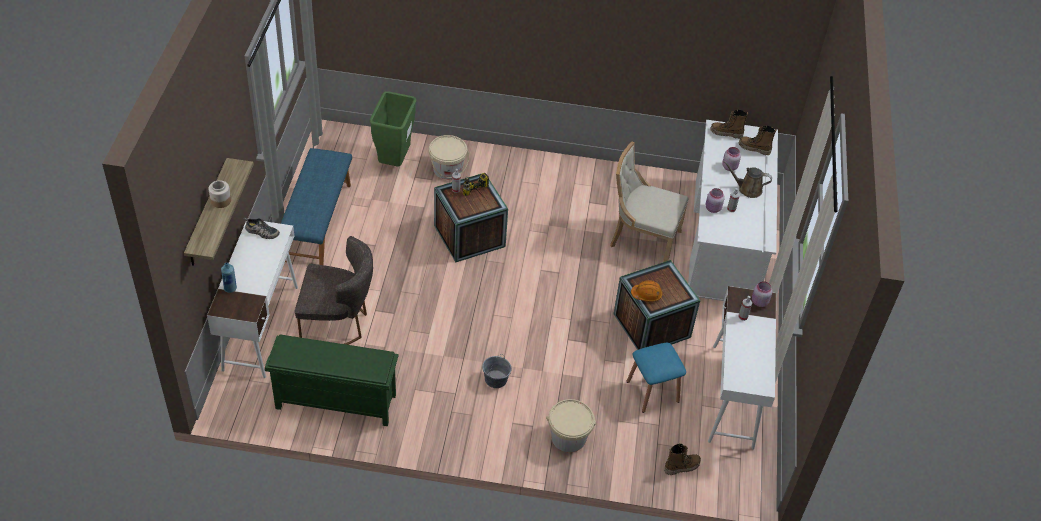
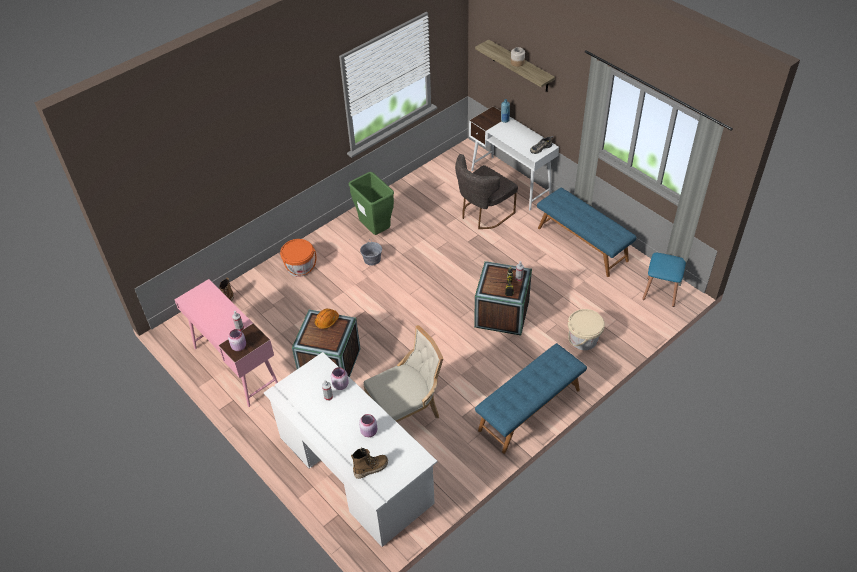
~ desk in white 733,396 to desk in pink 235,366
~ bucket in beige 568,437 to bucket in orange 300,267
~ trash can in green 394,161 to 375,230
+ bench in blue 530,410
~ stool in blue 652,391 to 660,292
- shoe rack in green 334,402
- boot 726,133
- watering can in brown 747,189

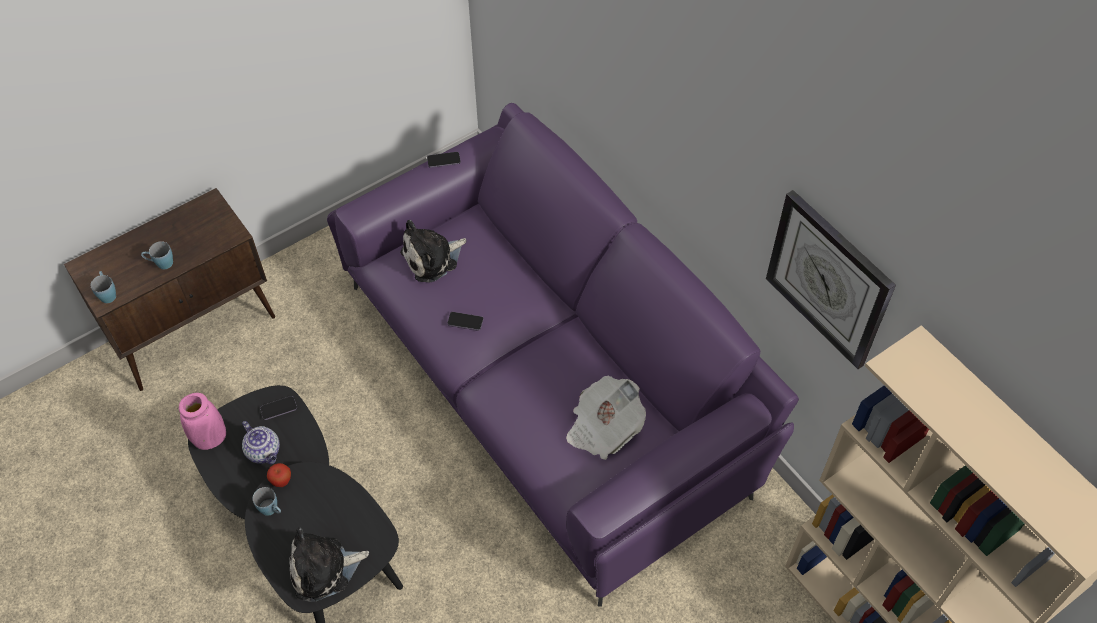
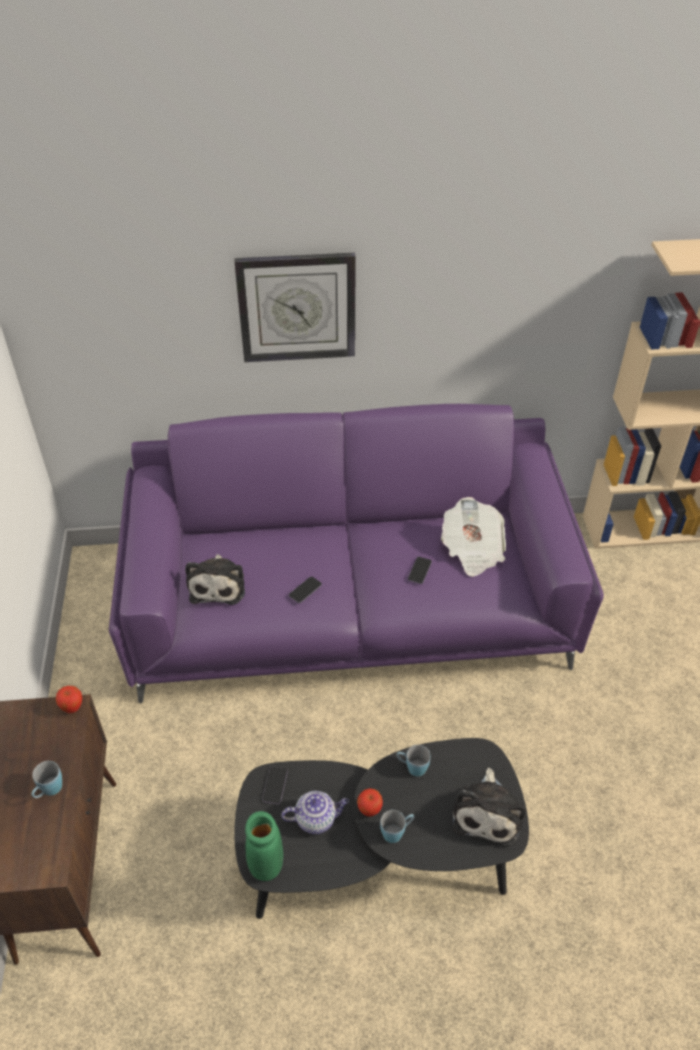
+ apple 72,708
~ wall clock 829,279 to 297,307
~ vase in pink 210,438 to vase in green 266,864
~ mug in blue 107,293 to 412,767
~ phone 443,160 to 419,571

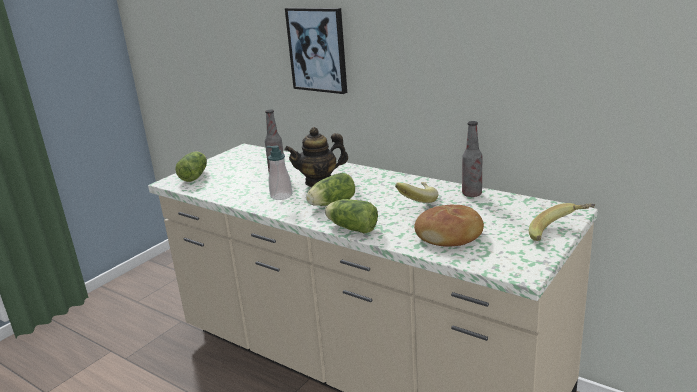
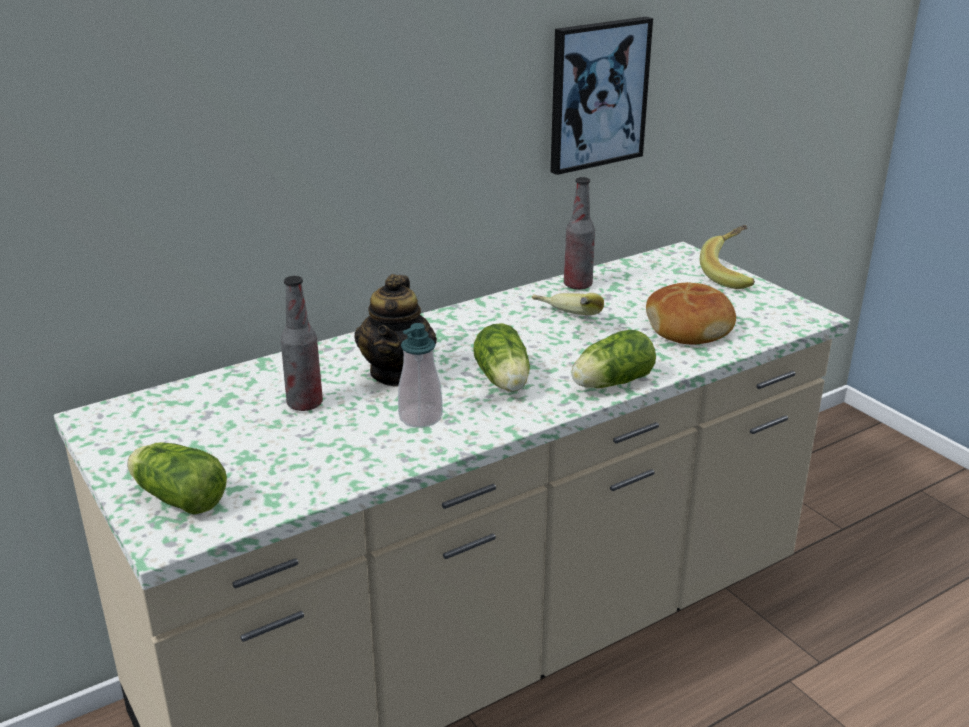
~ picture 318,49 to 597,94

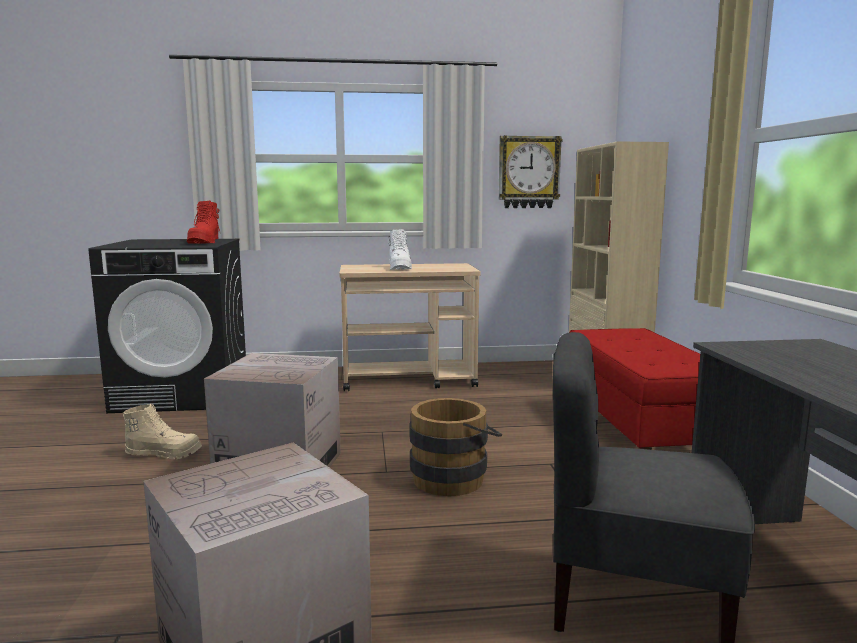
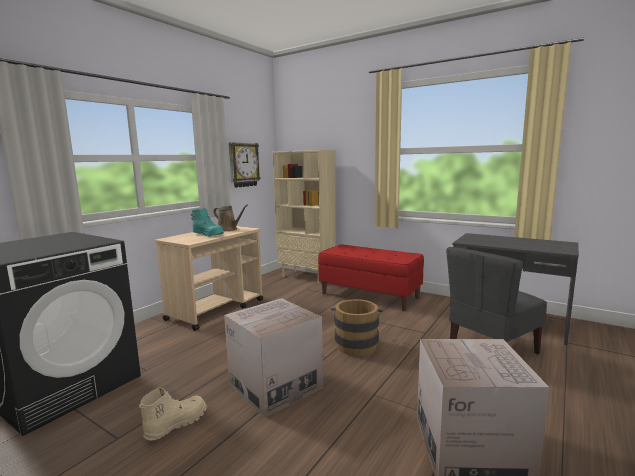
~ boot in white 400,268 to boot in turquoise 208,234
+ watering can in brown 228,229
- boot in red 205,242

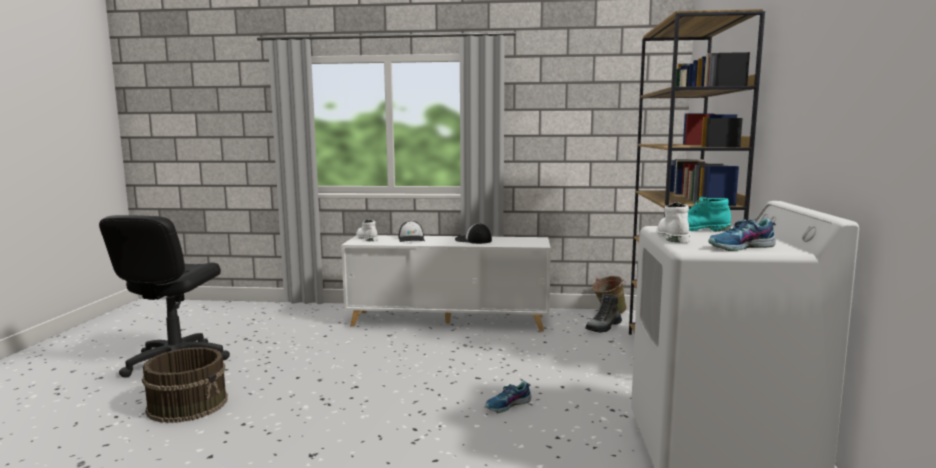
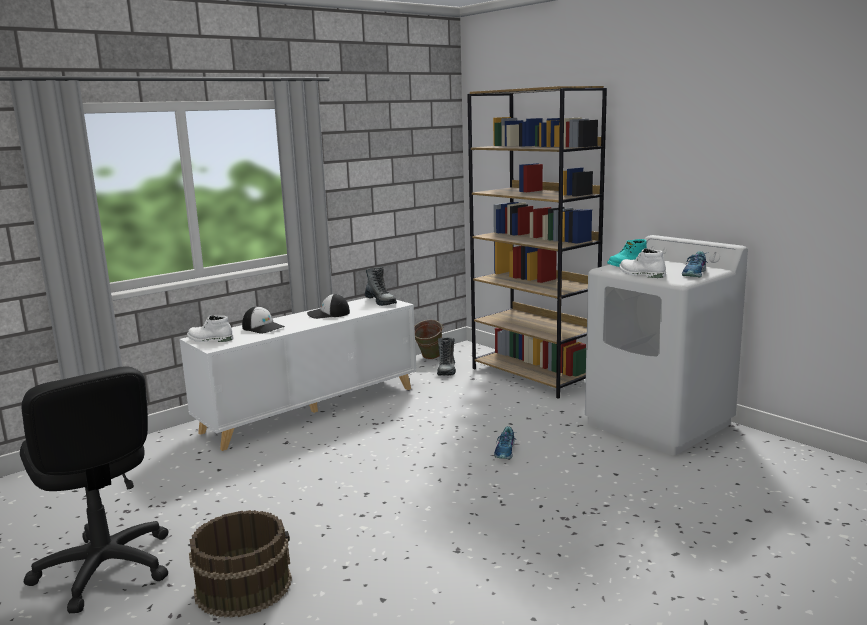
+ boot 381,301

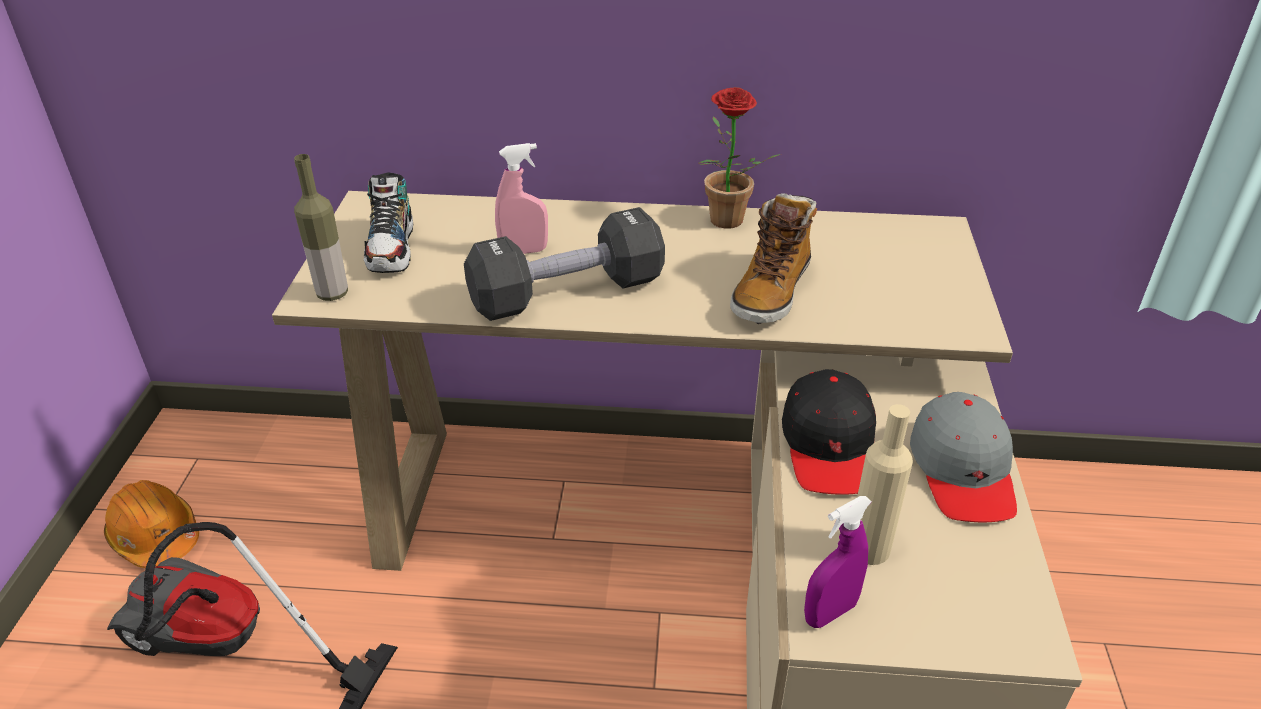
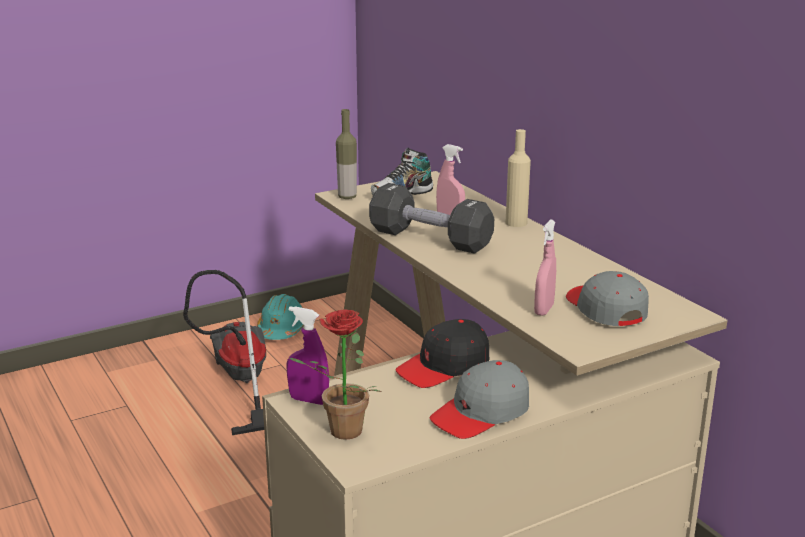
~ hard hat in orange 155,536 to hard hat in turquoise 281,330
~ potted plant 726,224 to 339,433
~ bottle in beige 868,548 to 516,223
+ spray bottle in pink 544,310
+ cap in grey 605,309
- boot 771,292

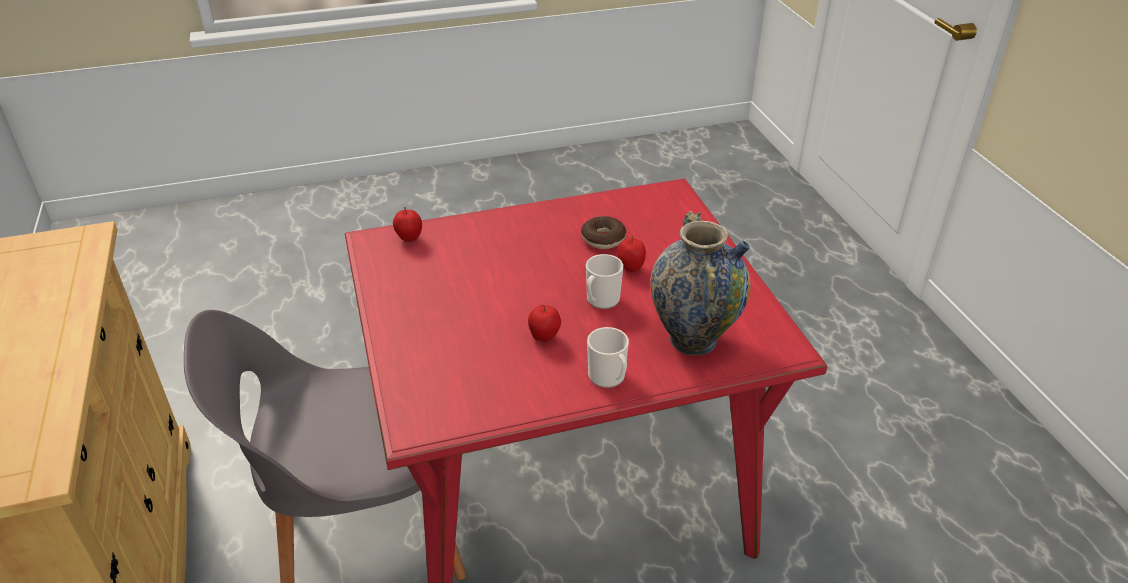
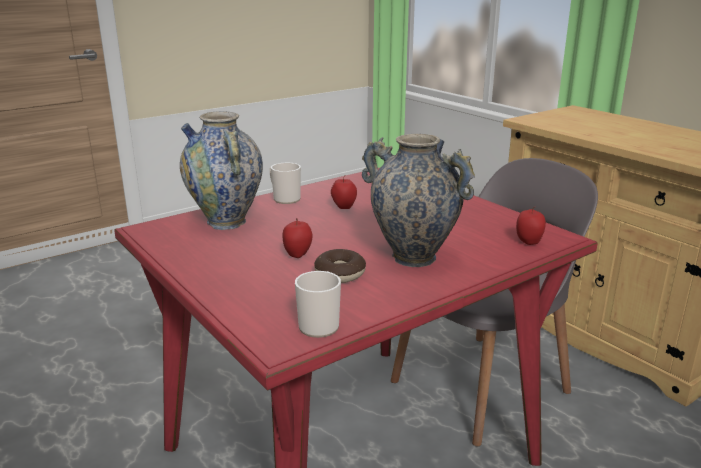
~ mug 600,301 to 320,324
+ vase 413,257

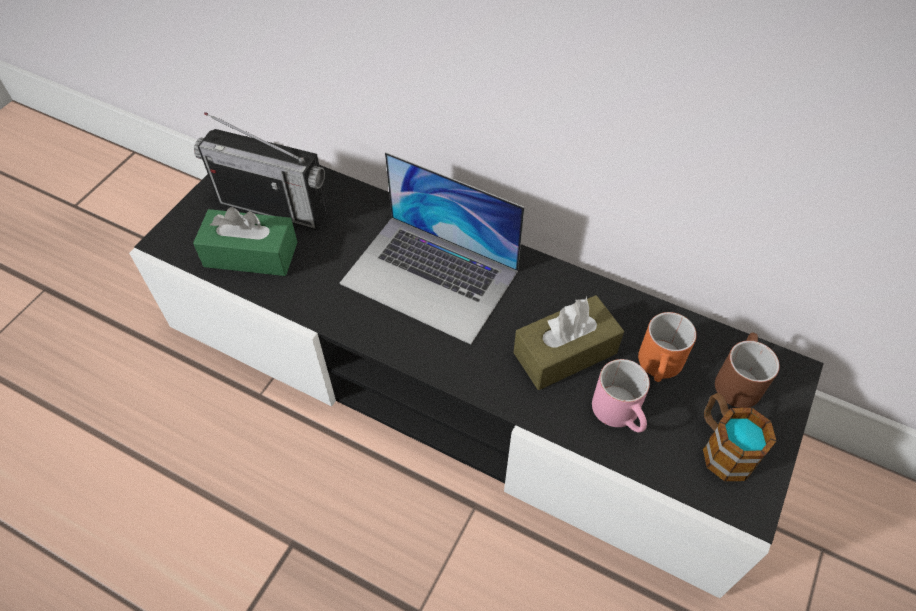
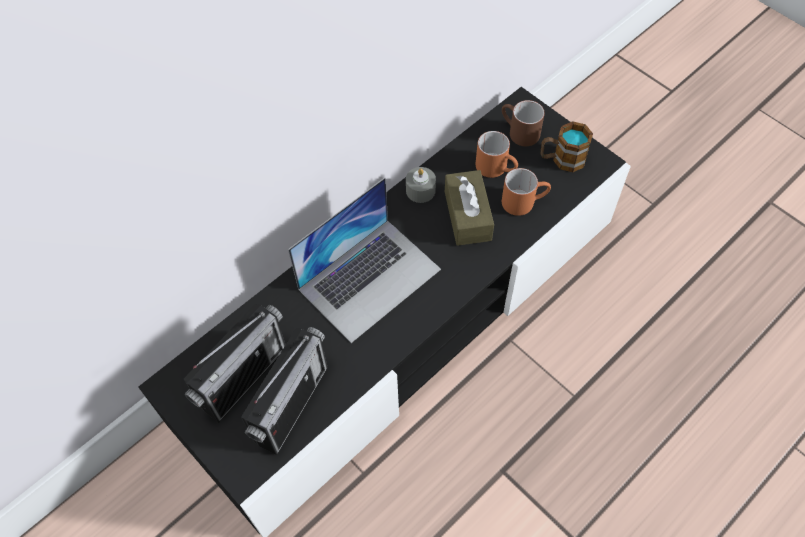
~ tissue box in green 251,254 to radio 291,405
+ candle in grey 420,190
~ mug in pink 621,414 to mug in orange 524,201

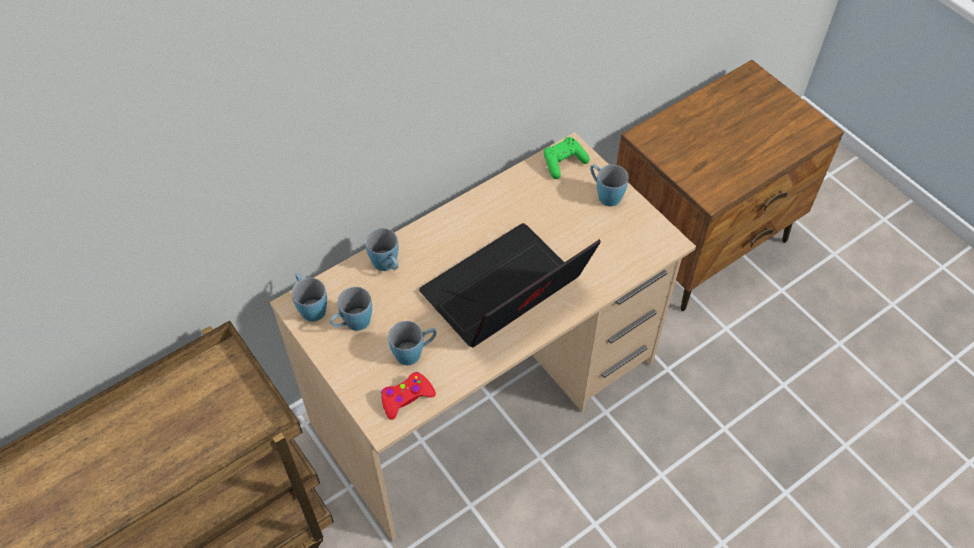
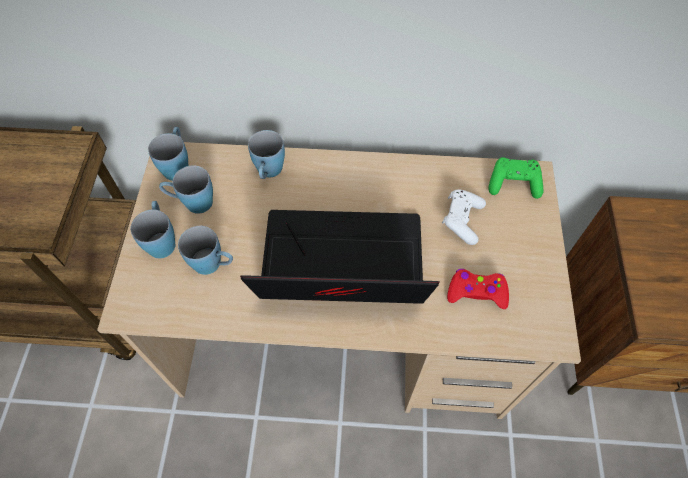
~ mug in blue 604,194 to 162,240
+ game controller in white 461,220
~ game controller in red 406,398 to 476,292

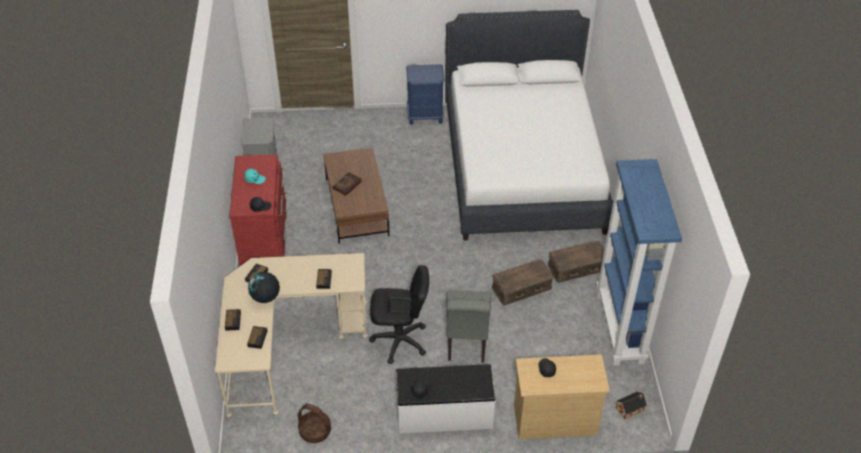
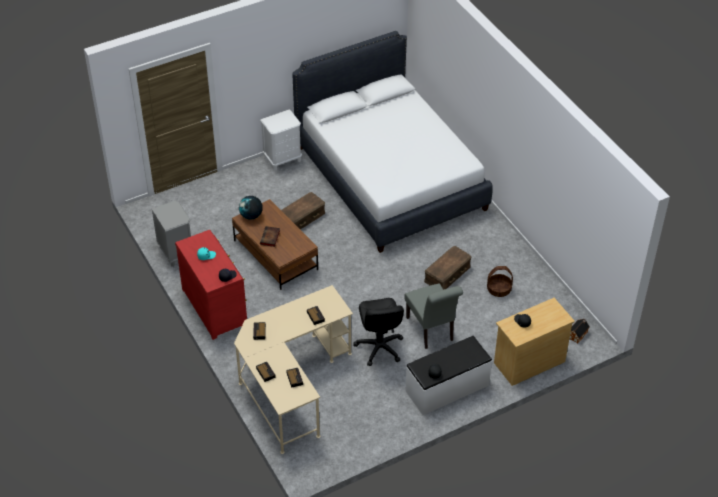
~ globe 265,297 to 251,216
~ nightstand in blue 425,116 to nightstand in white 283,159
~ storage box in brown 577,267 to 301,218
~ office chair in black 400,340 = 379,347 105 degrees clockwise
~ basket 314,431 to 498,289
- bookcase in blue 620,327

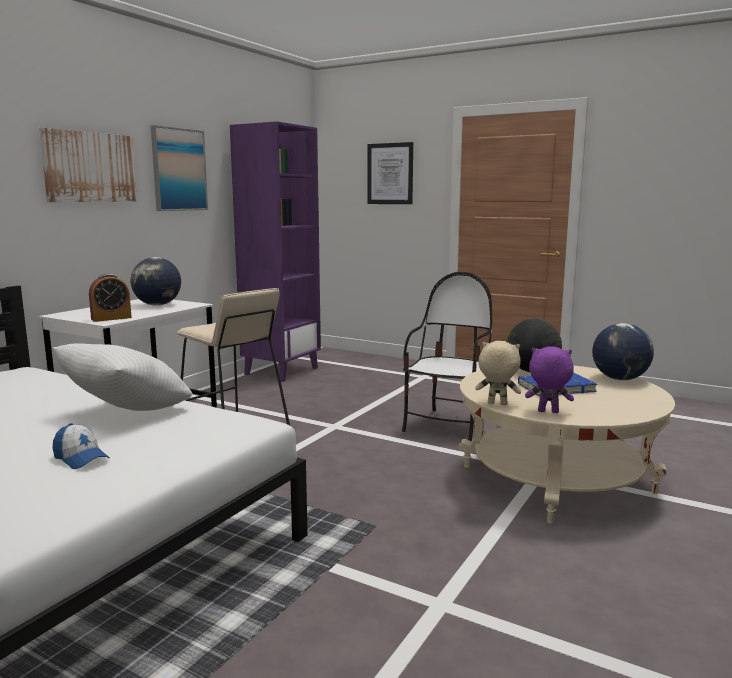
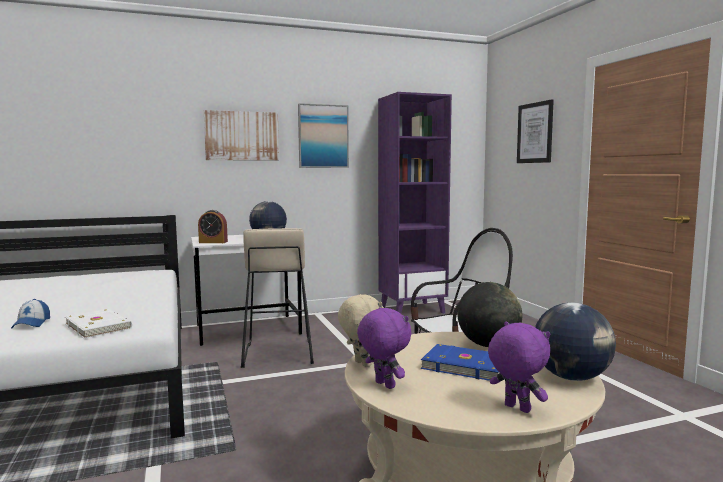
+ book in white 99,326
+ plush toy in purple 516,408
- pillow in white 127,413

